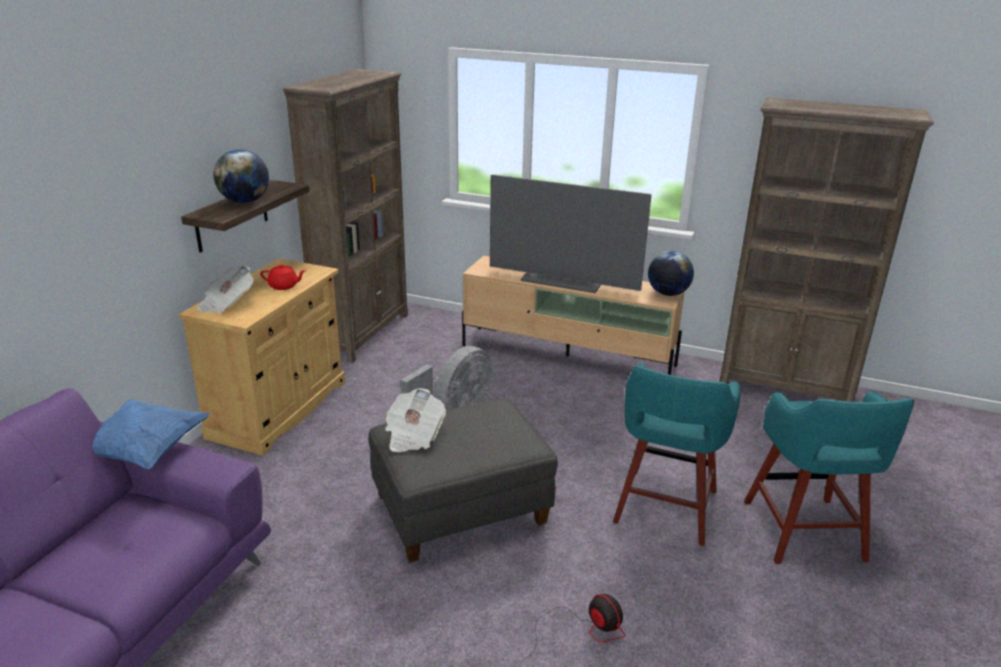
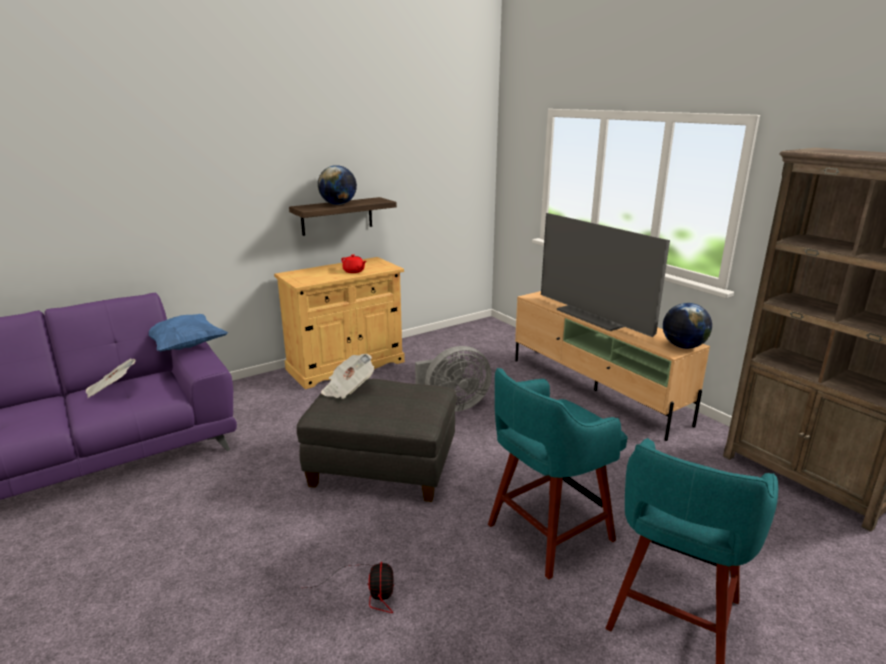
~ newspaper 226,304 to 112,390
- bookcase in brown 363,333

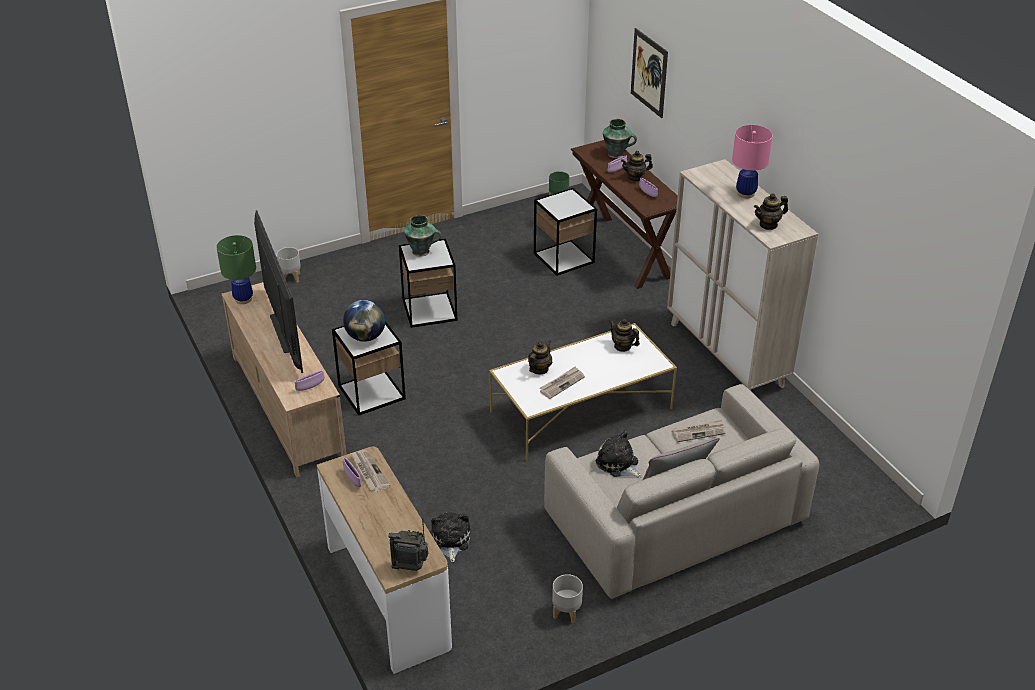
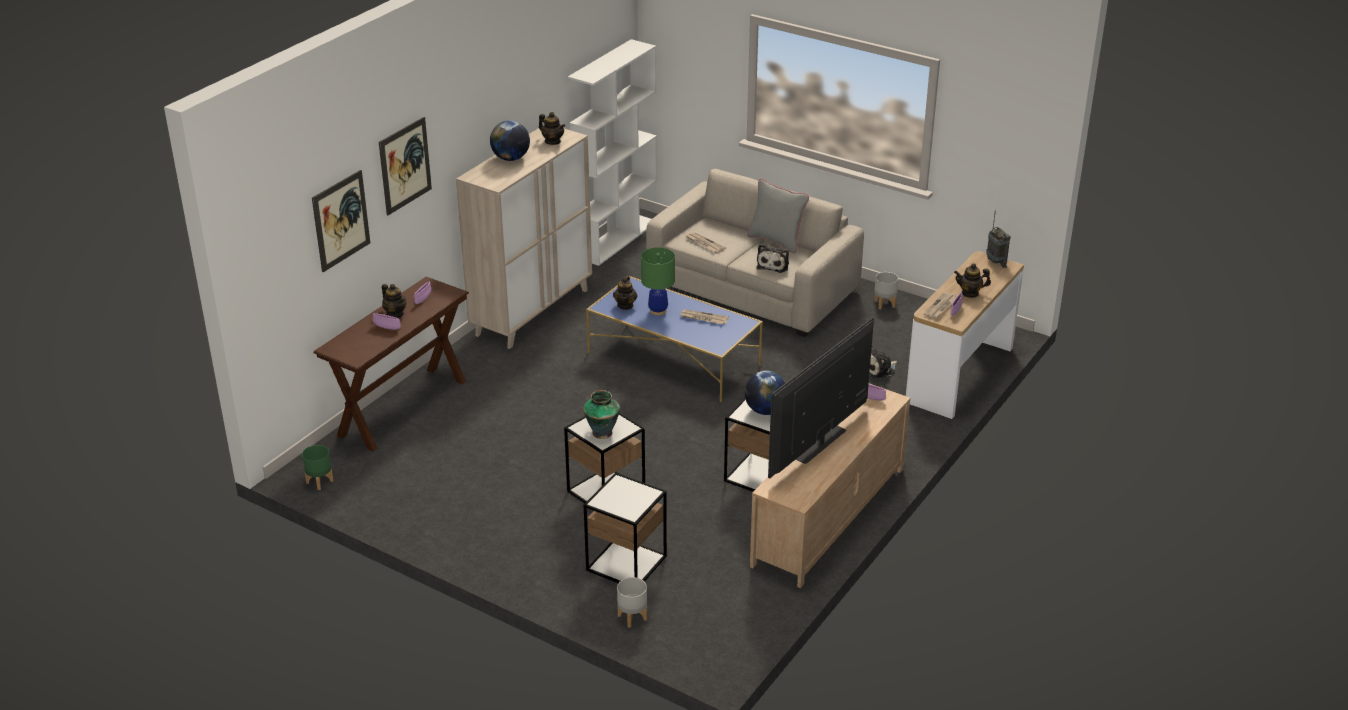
+ picture 405,165
~ table lamp in pink 746,193 to globe 510,158
+ bookcase in white 616,239
~ side table 563,258 to 626,563
~ coffee table in white 580,410 to coffee table in blue 674,359
~ table lamp in green 243,299 to 658,311
~ teapot 539,369 to 970,293
- vase 616,154

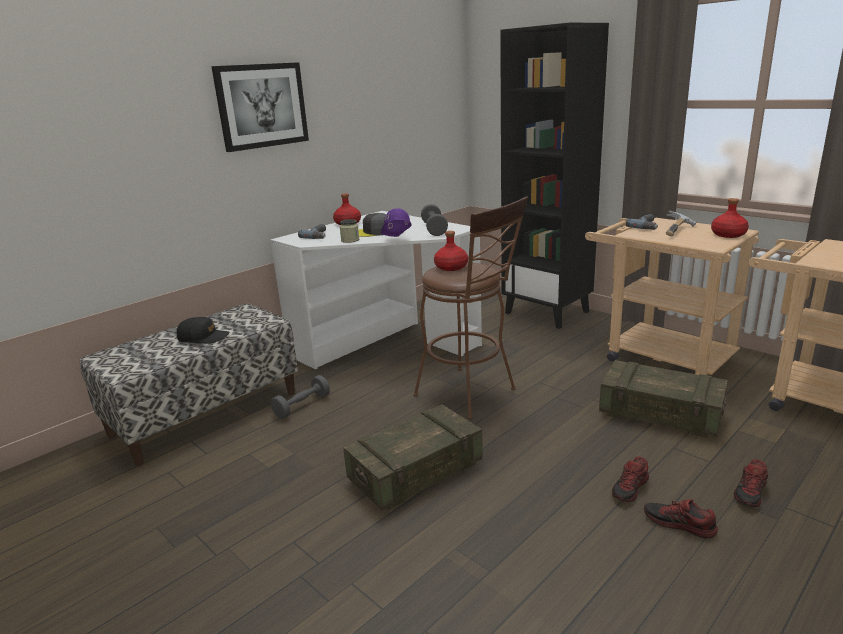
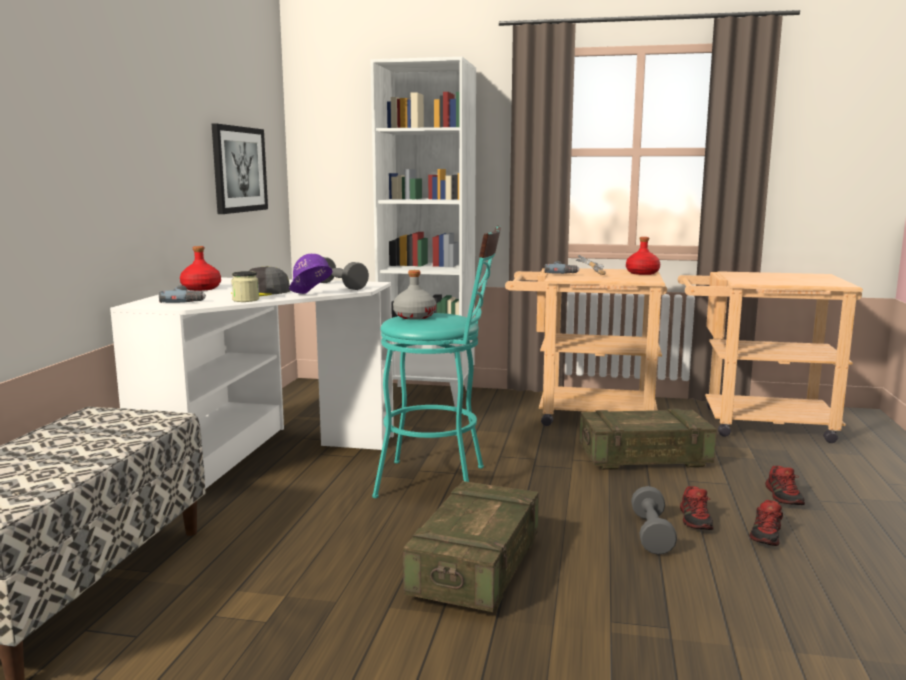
~ picture 262,106 to 239,169
~ bookcase in black 547,312 to bookcase in white 428,396
~ stool in brown 471,394 to stool in turquoise 442,482
~ bottle in red 451,267 to bottle in grey 414,316
~ dumbbell in grey 302,406 to 651,534
~ shoe 679,524 = 767,535 60 degrees counterclockwise
- cap in black 203,337

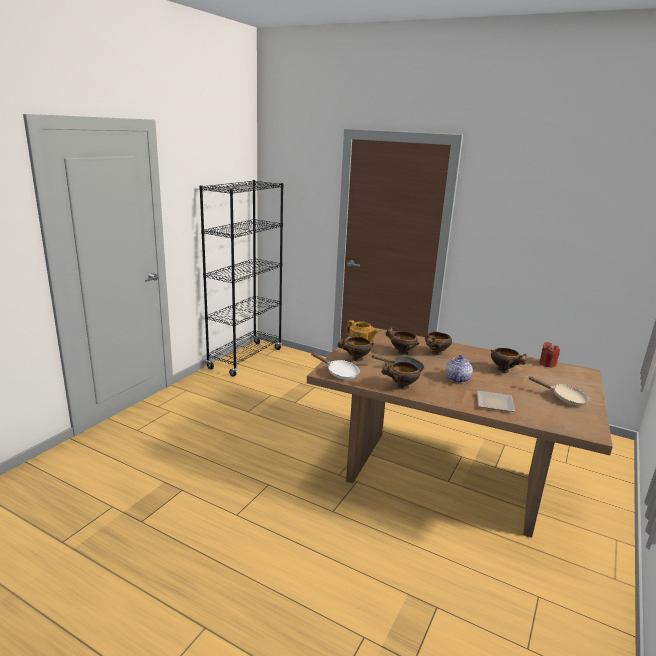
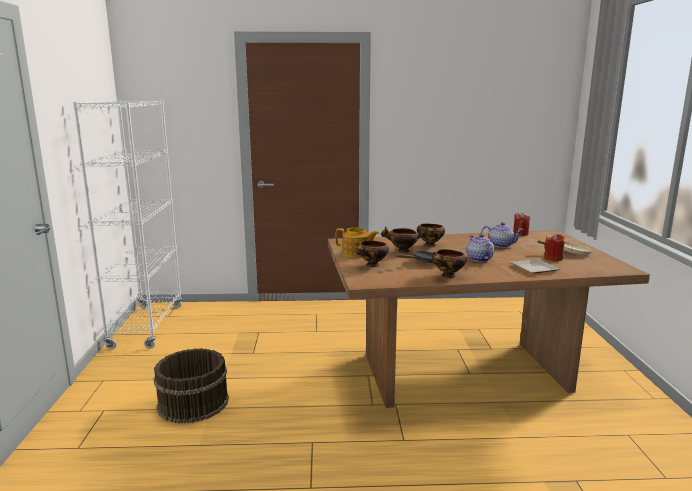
~ bookcase in black 245,359 to bookcase in white 147,326
+ bucket in brown 193,402
~ bowl 504,370 to teapot 501,245
+ candle in red 553,259
- frying pan in white 339,373

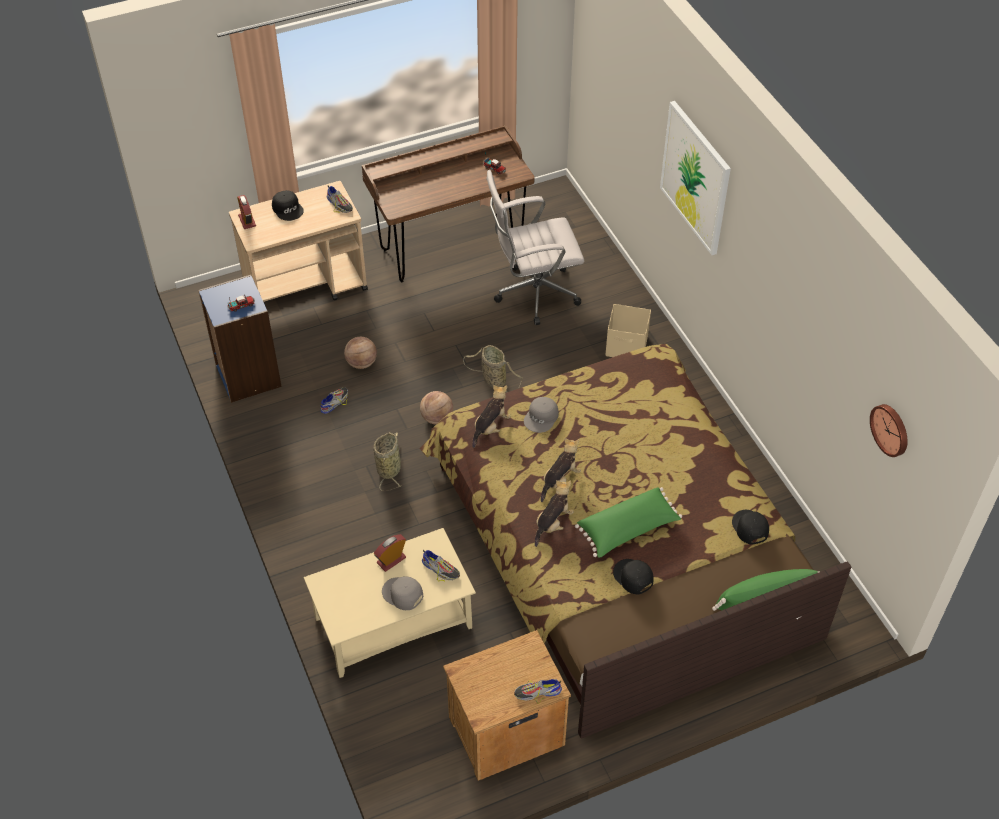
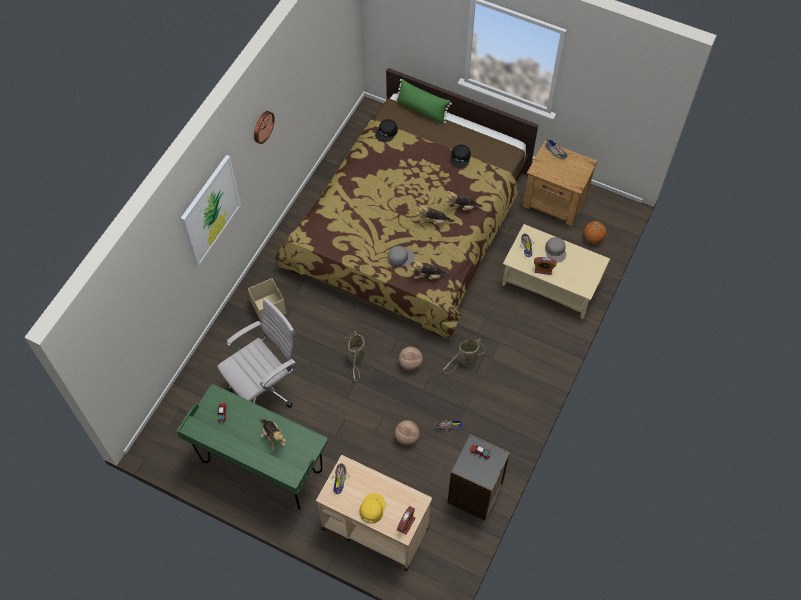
~ desk in brown 451,248 to desk in green 262,468
~ office chair in white 533,294 = 265,387 75 degrees counterclockwise
~ wall clock 891,429 to 262,126
+ plush toy 273,437
~ cap in black 288,208 to cap in yellow 372,508
~ bookcase in blue 247,376 to bookcase in black 475,493
+ basketball 593,238
- pillow in green 628,529

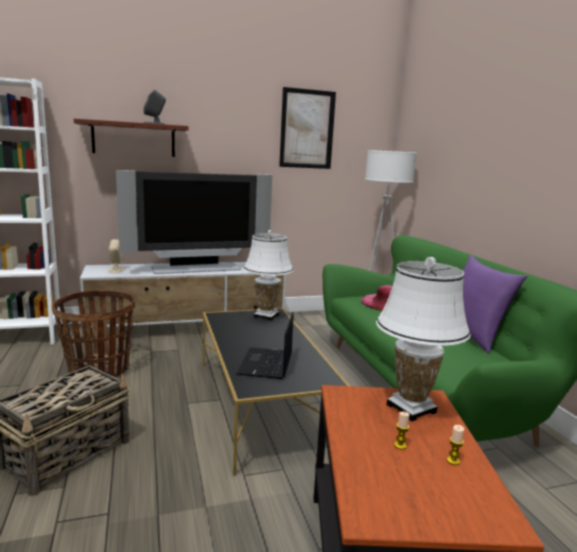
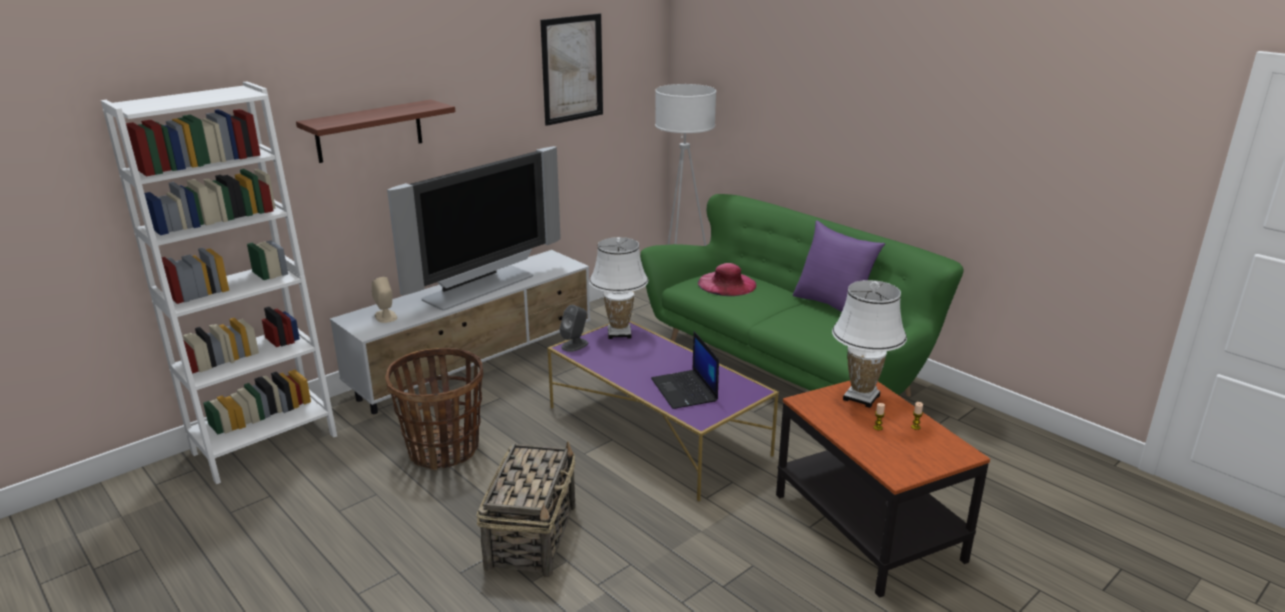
~ coffee table in black 262,404 to coffee table in purple 658,431
~ speaker in grey 154,124 to 575,345

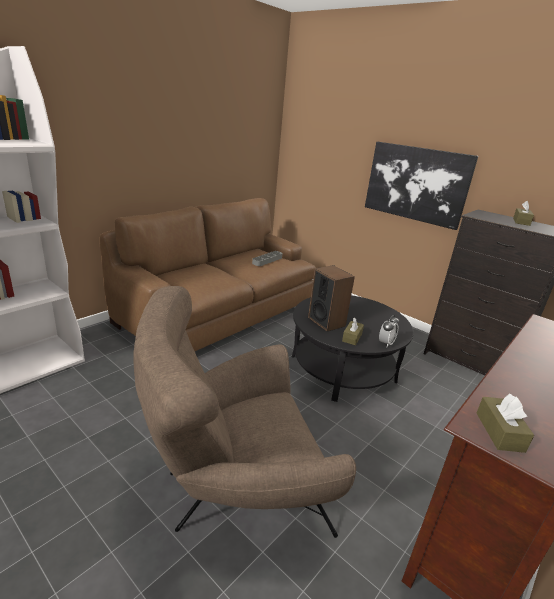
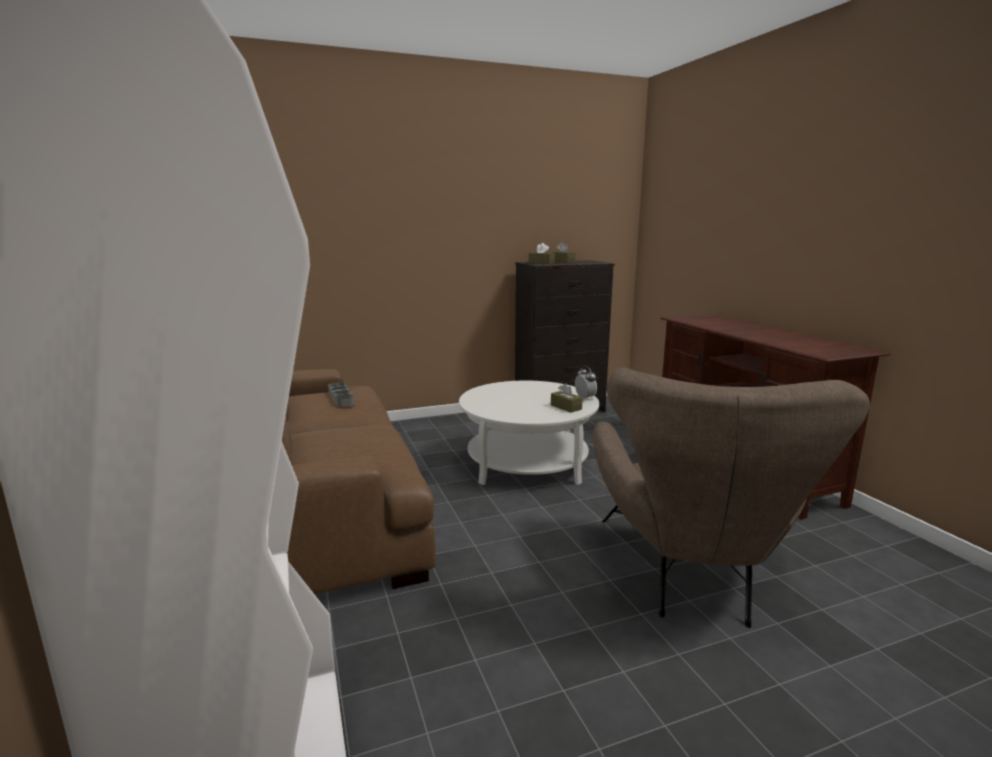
~ coffee table in black 343,368 to coffee table in white 527,463
~ tissue box in brown 499,432 to 541,263
- speaker 326,321
- picture 416,184

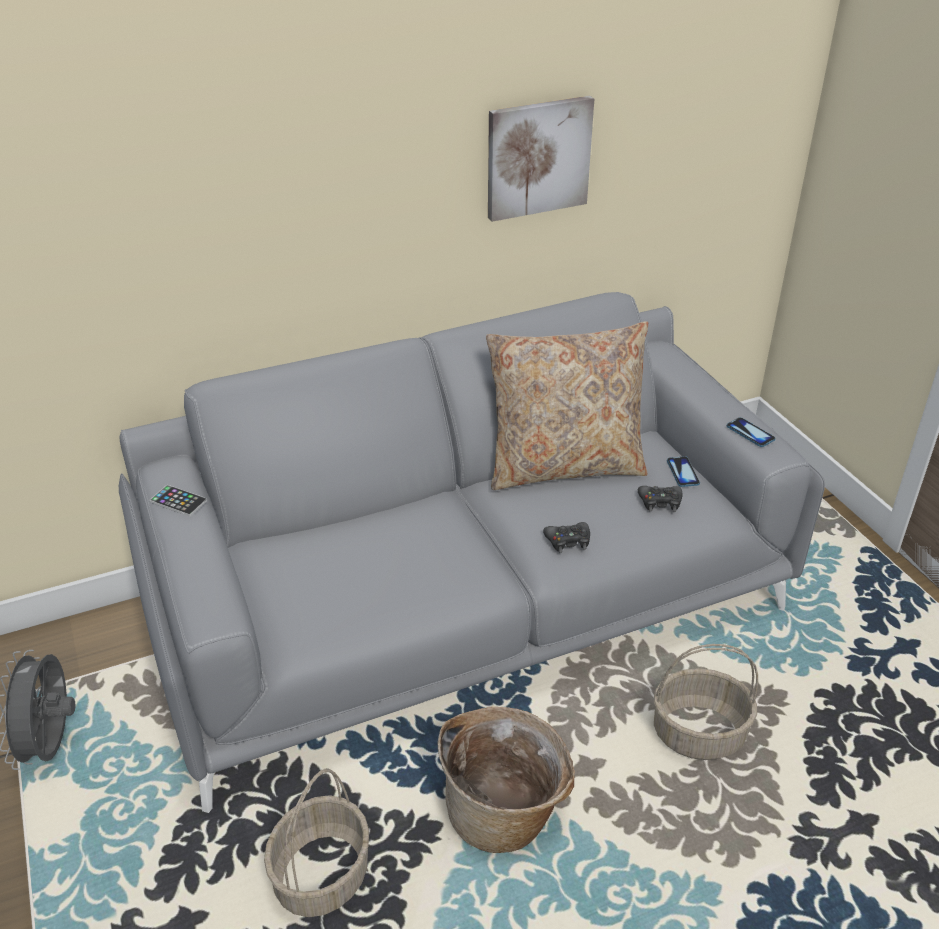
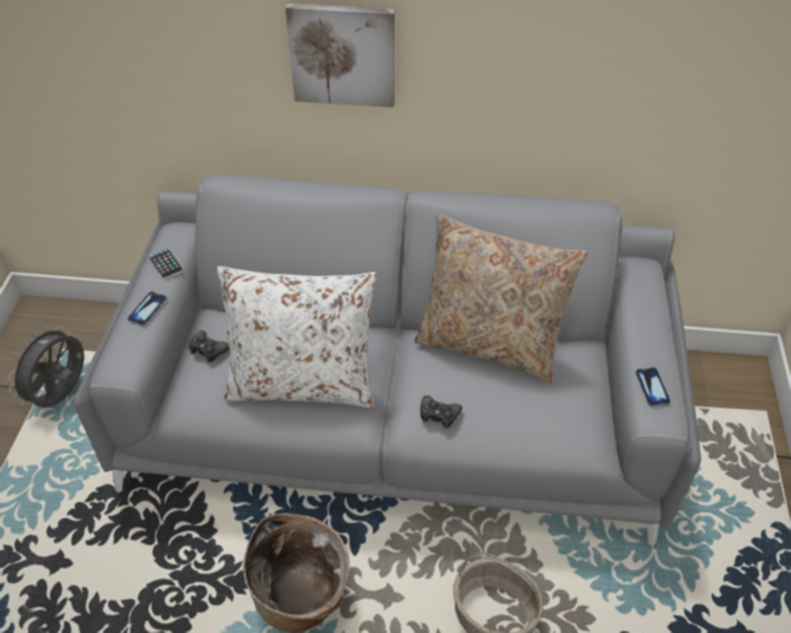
~ phone 682,472 to 147,309
~ game controller in black 660,502 to 208,350
+ pillow in white 303,383
~ picture 537,157 to 343,54
- basket 322,877

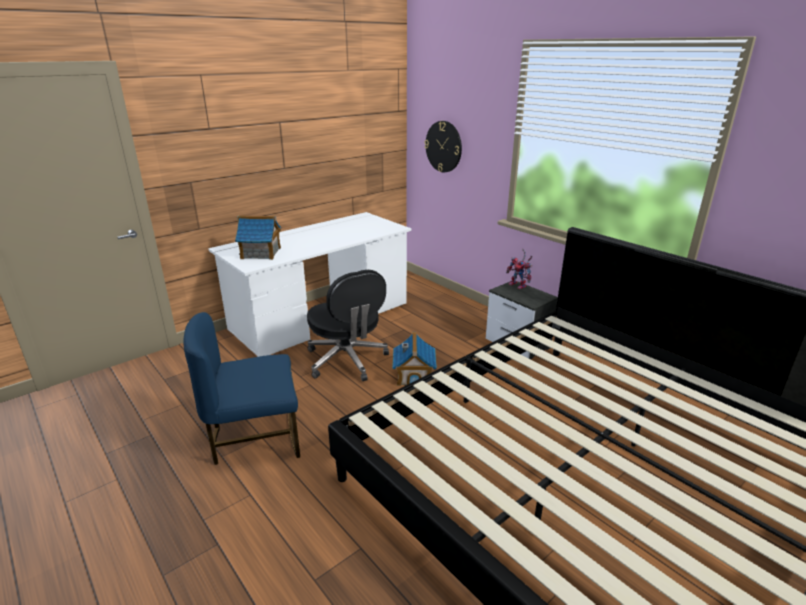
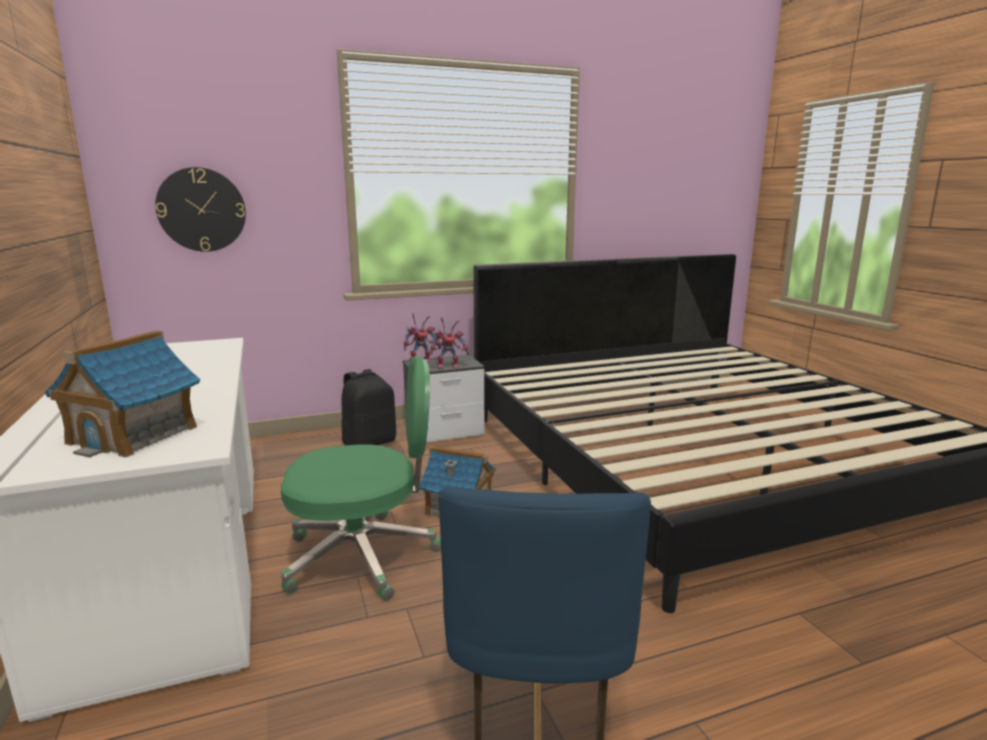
~ office chair in black 347,360 to office chair in green 364,556
+ backpack in black 369,443
+ toy robot 449,366

